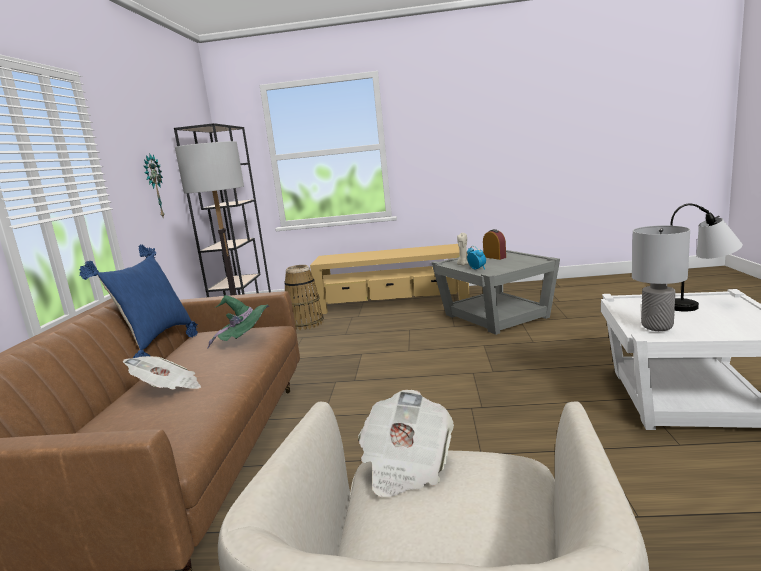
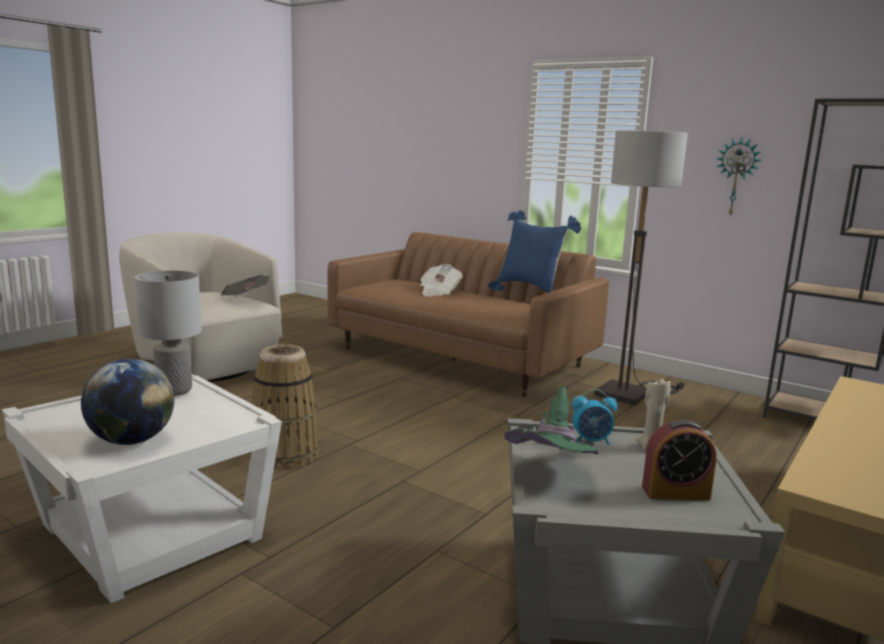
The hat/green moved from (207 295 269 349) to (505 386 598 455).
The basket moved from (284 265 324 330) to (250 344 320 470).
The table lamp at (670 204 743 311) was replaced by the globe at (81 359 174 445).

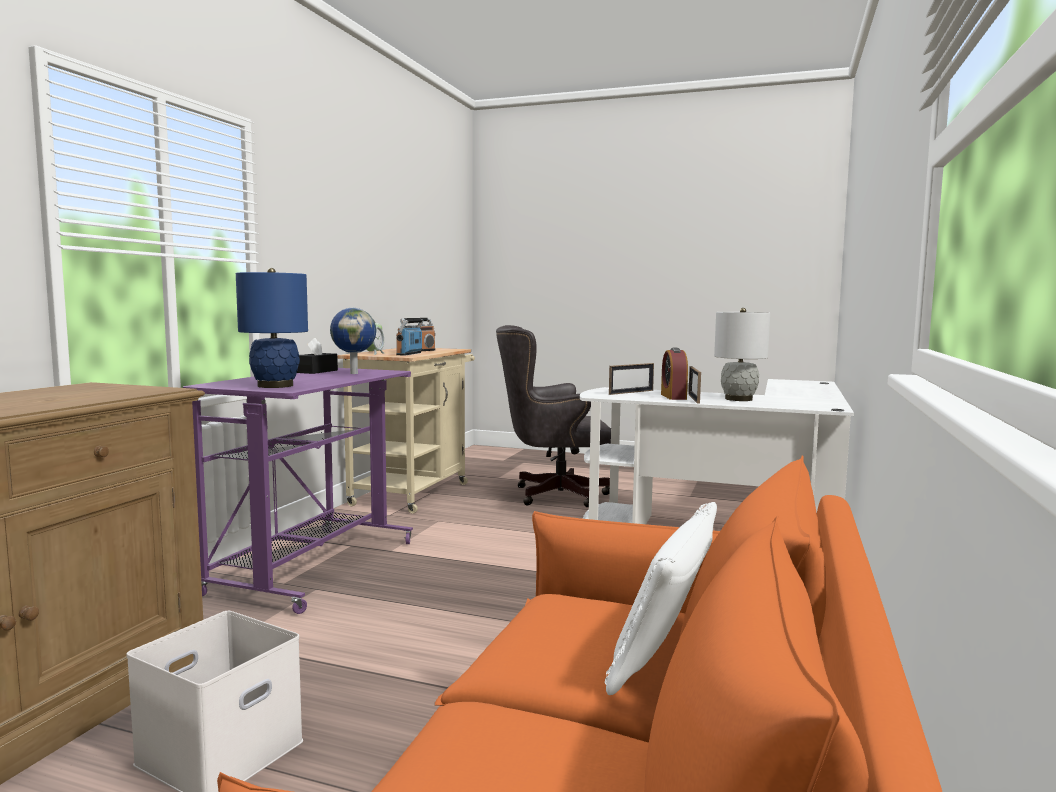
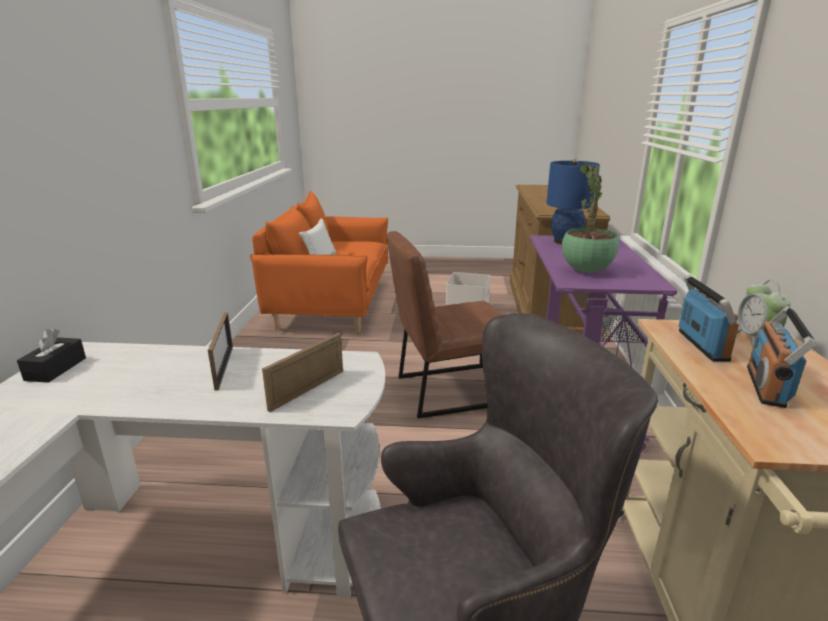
The tissue box/black moved from (297 338 338 374) to (17 328 86 383).
The globe at (330 308 376 374) was replaced by the potted plant at (562 163 619 273).
The alarm clock at (661 348 688 400) disappeared.
The table lamp/white at (714 308 770 401) disappeared.
The chair/brown at (387 231 502 419) appeared.

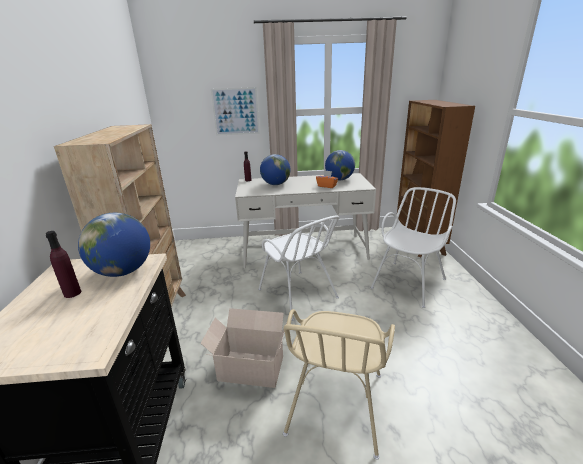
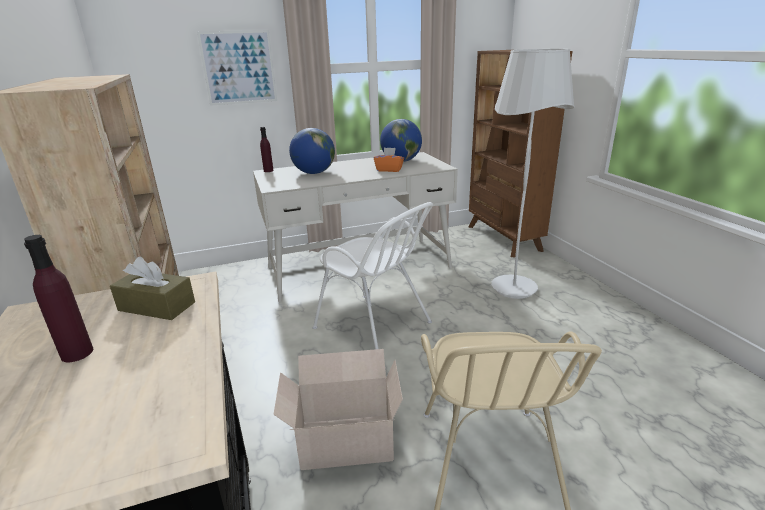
The globe at (78 213 150 277) was replaced by the tissue box/brown at (110 257 195 320).
The chair/white at (371 187 456 308) was replaced by the floor lamp/white at (491 49 575 299).

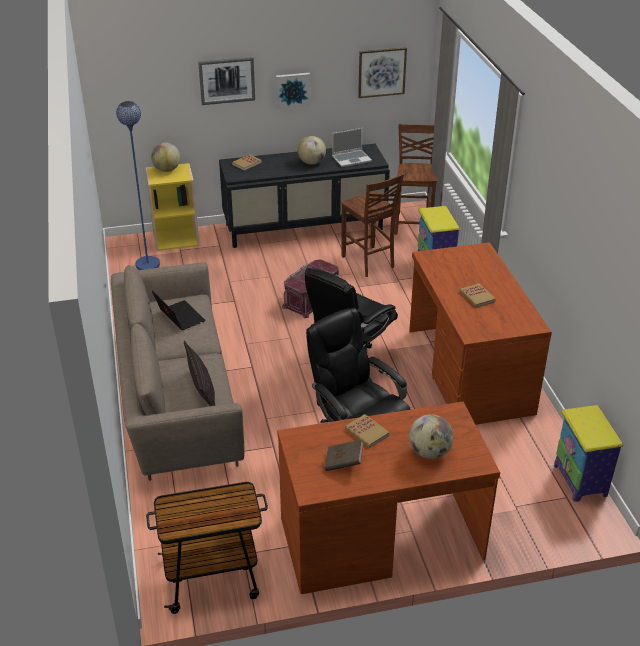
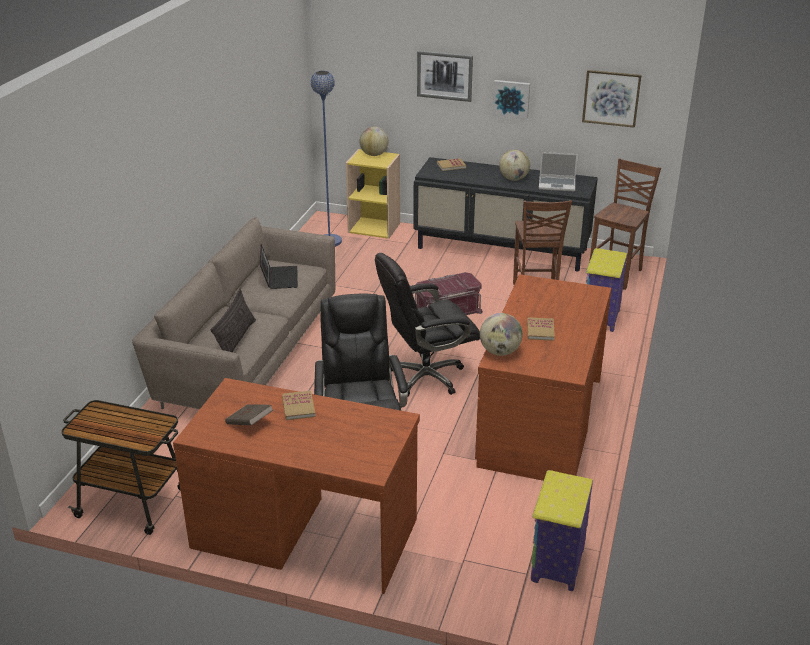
The globe moved from (409 414 454 459) to (480 313 523 356).

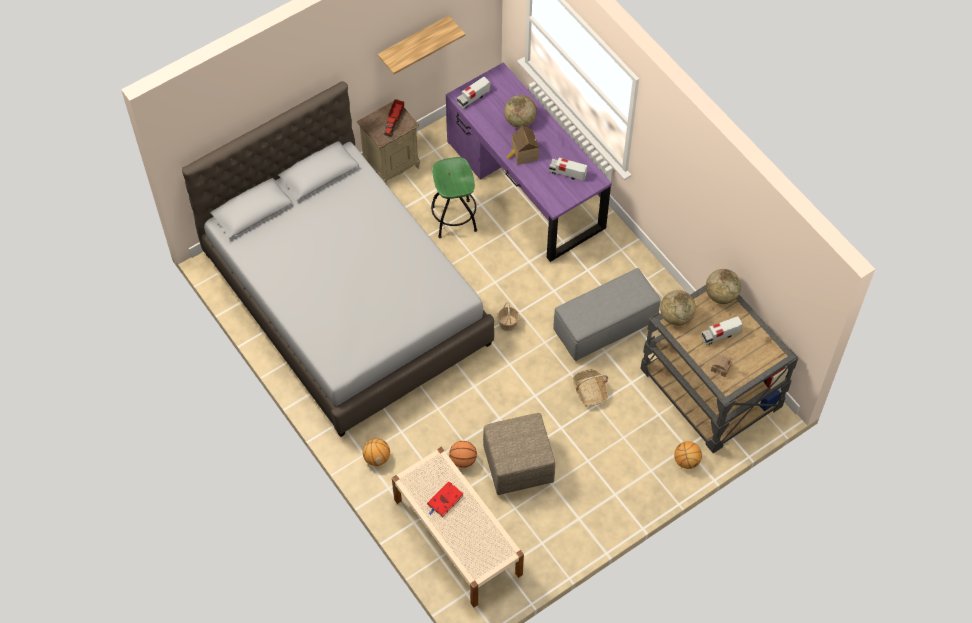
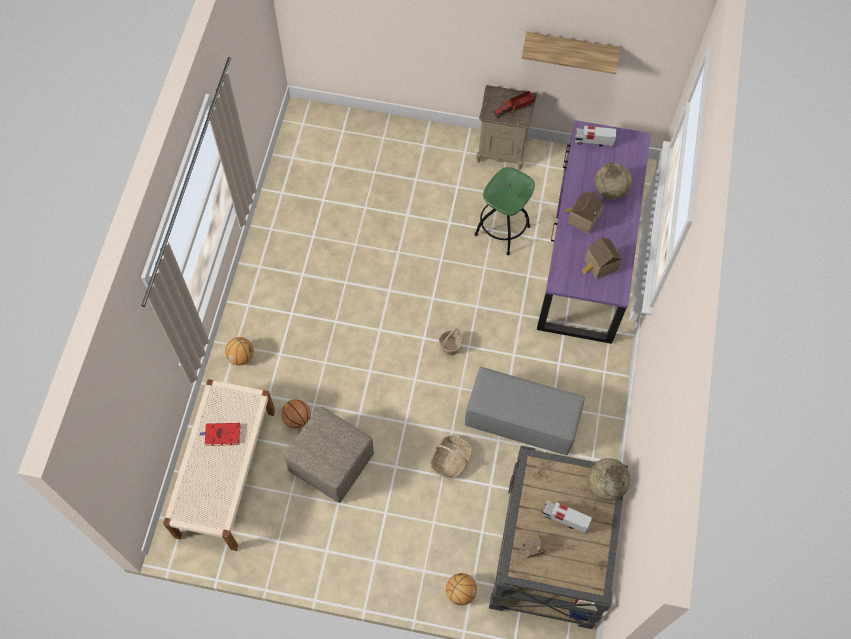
The bed/grey at (182 81 494 437) disappeared.
The toy truck at (549 158 587 182) was replaced by the toy house at (582 237 622 279).
The globe at (660 290 696 326) disappeared.

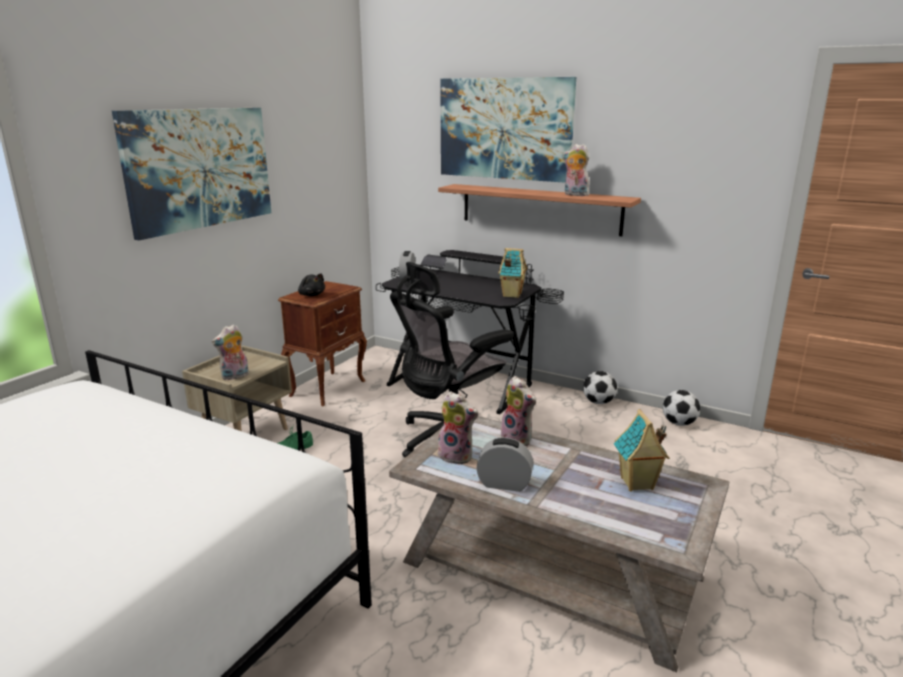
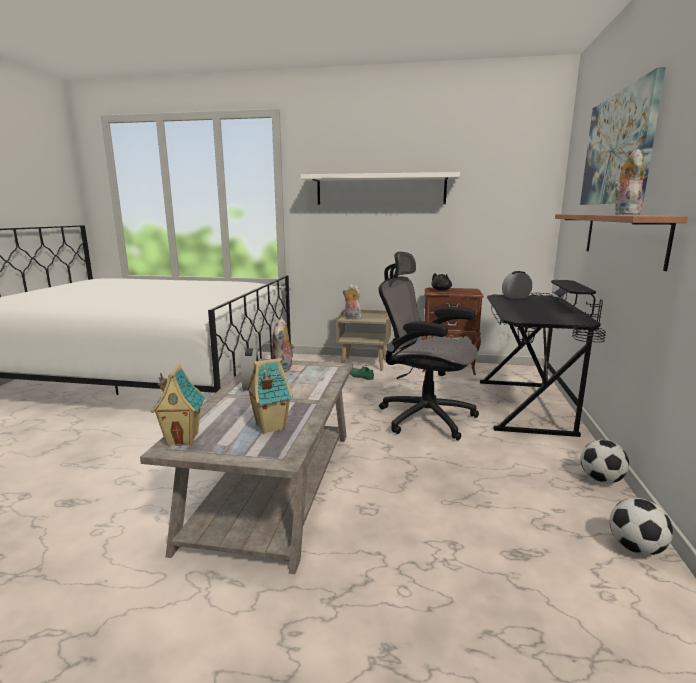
The picture at (112 108 271 240) was replaced by the shelf/white at (301 172 460 204).
The toy house moved from (498 248 527 298) to (151 364 205 446).
The plush toy at (501 376 536 446) disappeared.

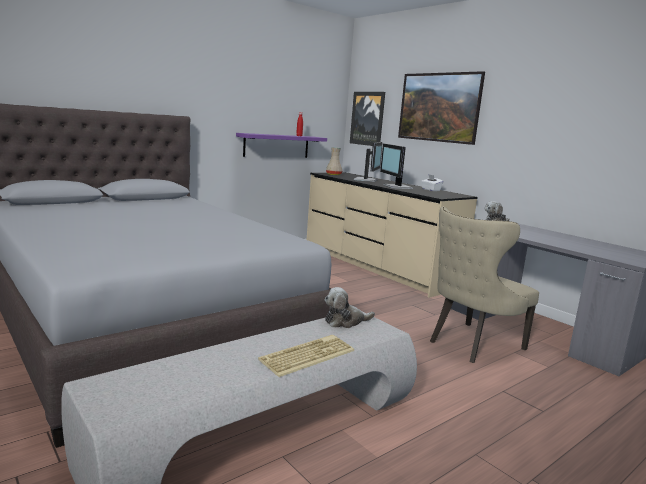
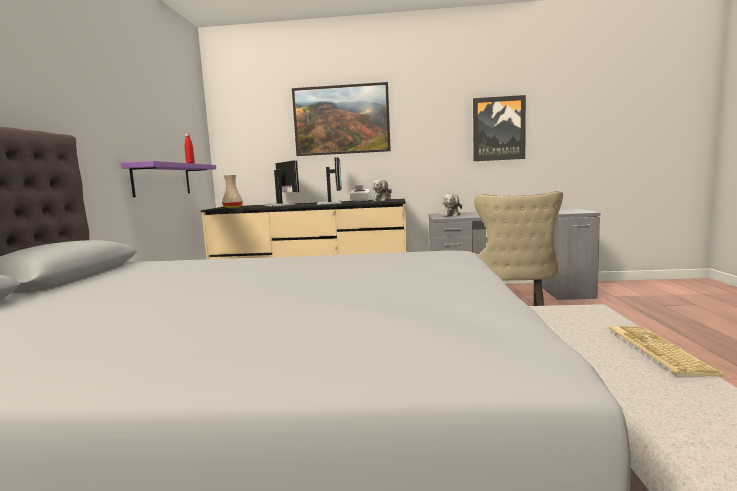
The plush toy moved from (325 287 375 328) to (372 179 392 201).
The picture moved from (350 92 385 146) to (473 95 526 161).
The monitor at (380 144 413 189) turned 120 degrees counterclockwise.

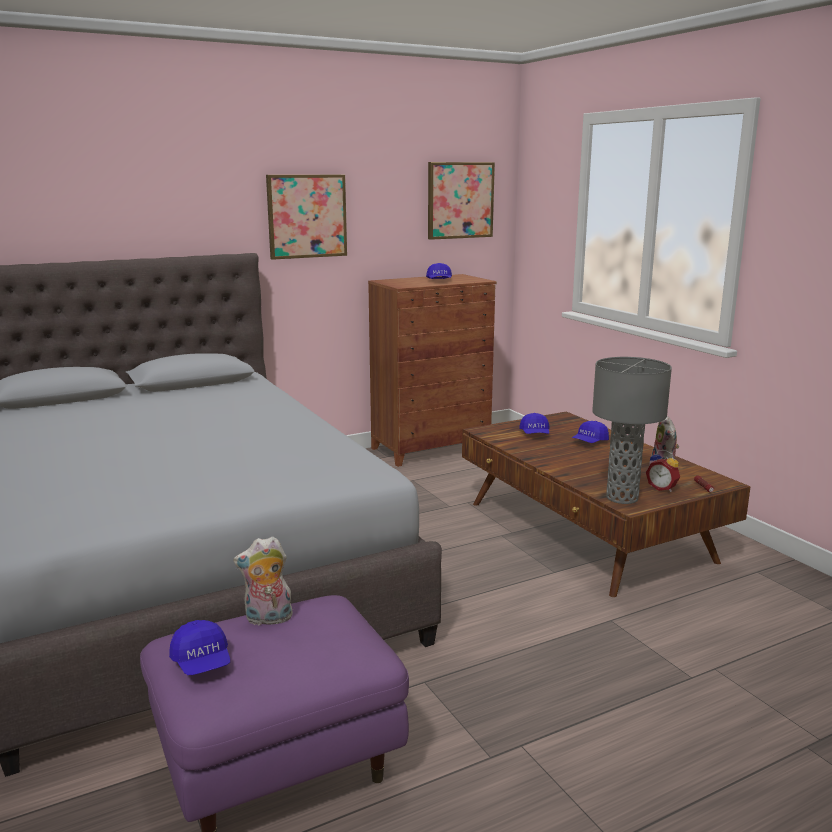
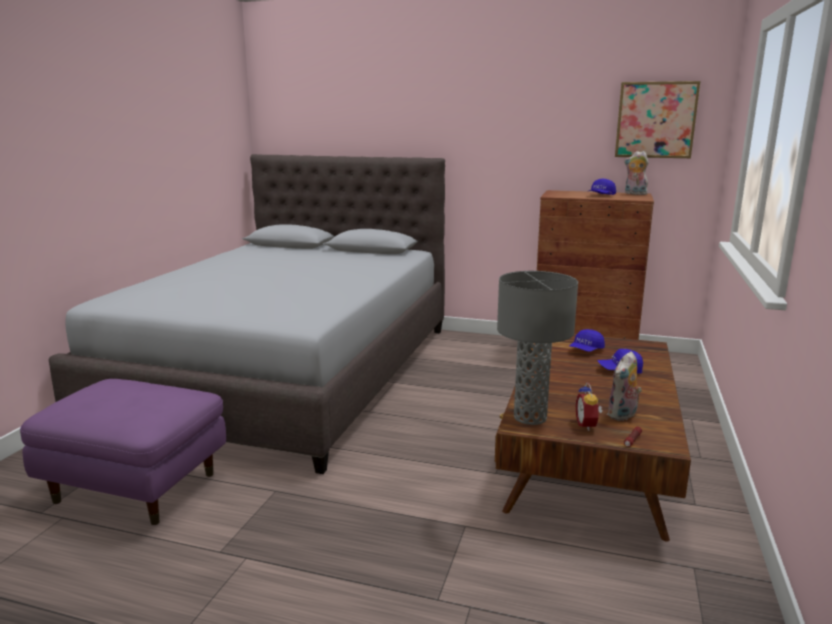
The cap/blue at (169 620 230 675) disappeared.
The plush toy moved from (233 536 293 626) to (624 151 649 195).
The picture at (266 175 347 260) disappeared.

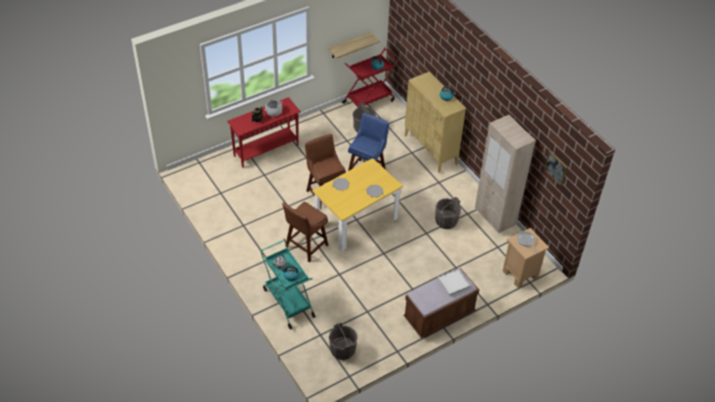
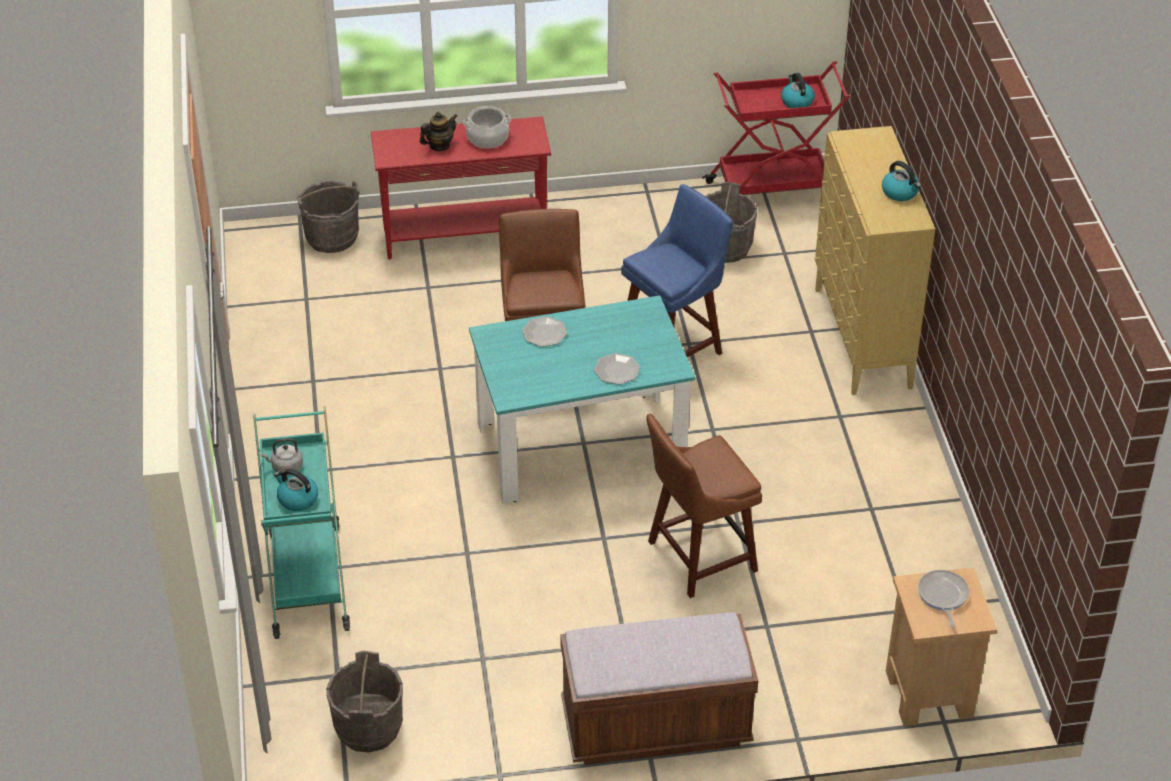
The chair/brown moved from (282 202 328 263) to (646 414 762 598).
The dining table/yellow at (312 158 403 252) became the dining table/turquoise at (469 295 696 503).
The shelf at (328 32 380 59) disappeared.
The bucket/grey moved from (435 197 461 229) to (296 181 360 253).
The tray/white at (437 269 470 296) disappeared.
The cabinet/beige at (475 115 536 233) disappeared.
The picture at (545 151 567 186) disappeared.

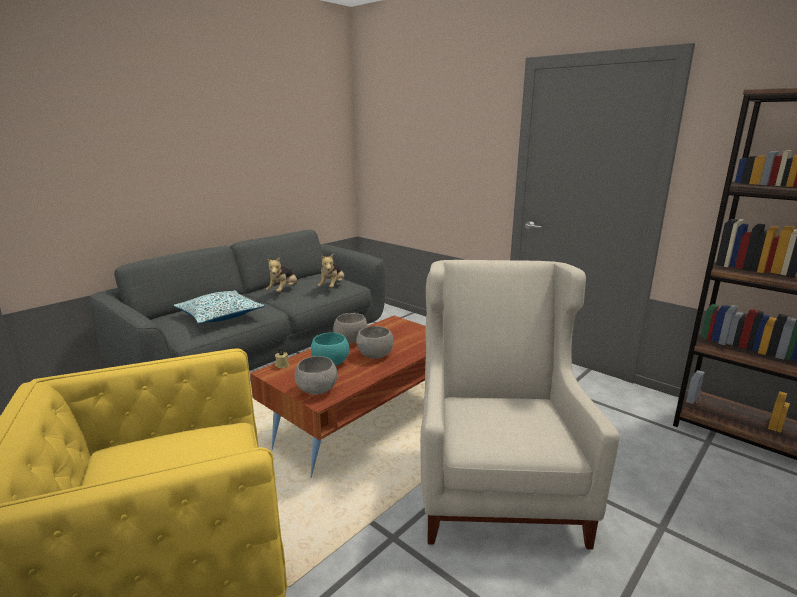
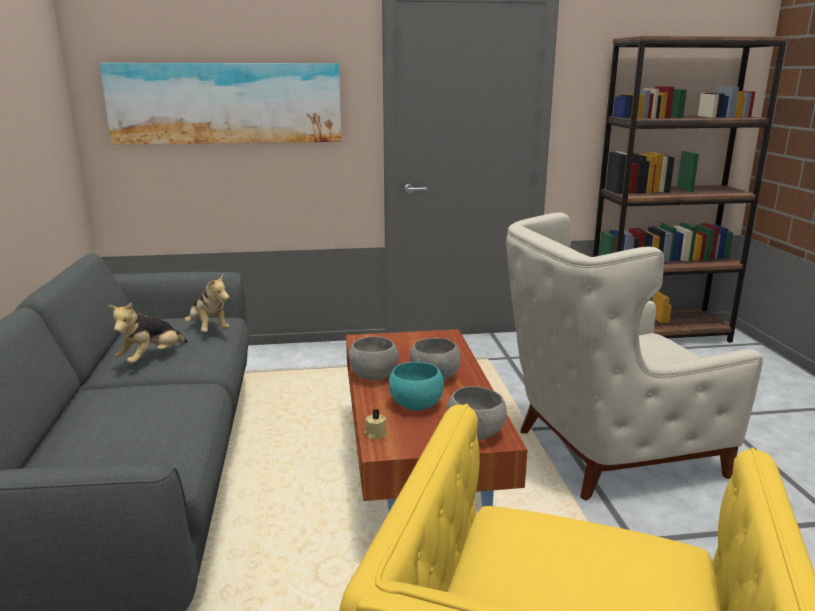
The pillow at (174 290 265 324) disappeared.
The plush toy at (266 257 297 292) turned 60 degrees clockwise.
The armchair/beige at (420 260 619 550) turned 60 degrees counterclockwise.
The picture at (99 63 341 145) appeared.

